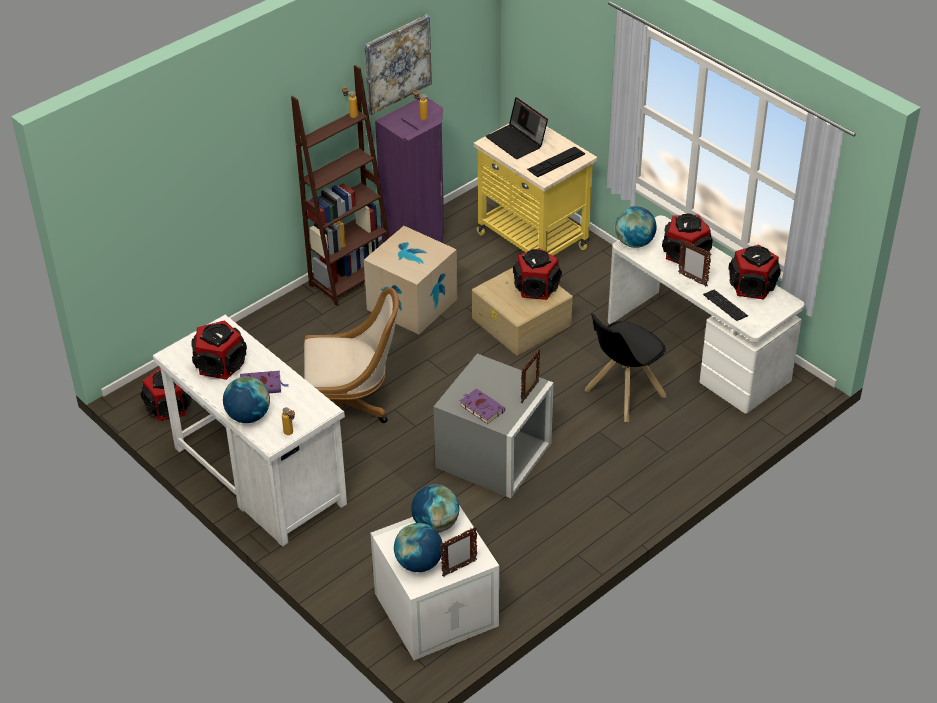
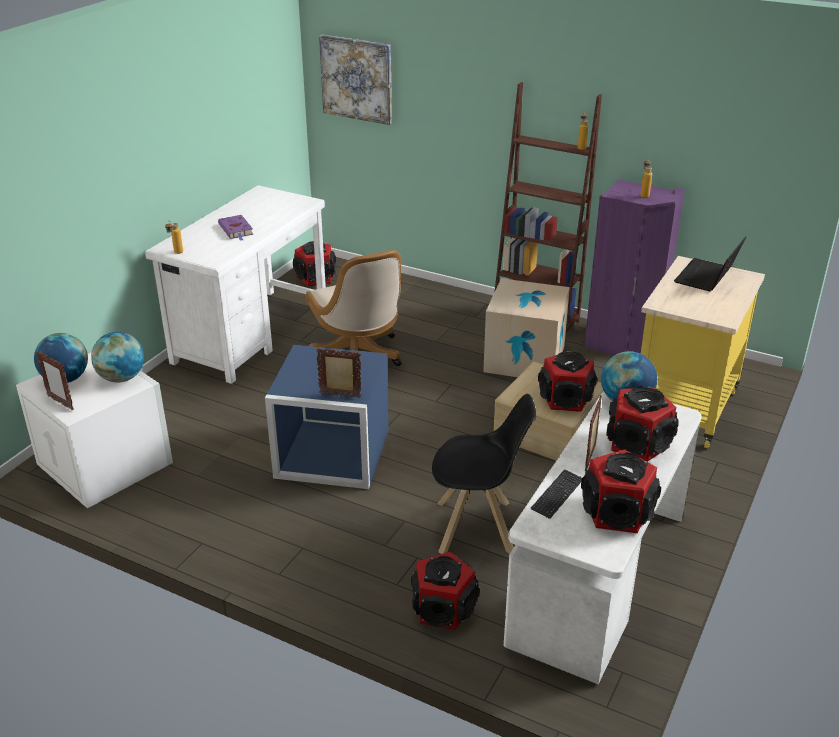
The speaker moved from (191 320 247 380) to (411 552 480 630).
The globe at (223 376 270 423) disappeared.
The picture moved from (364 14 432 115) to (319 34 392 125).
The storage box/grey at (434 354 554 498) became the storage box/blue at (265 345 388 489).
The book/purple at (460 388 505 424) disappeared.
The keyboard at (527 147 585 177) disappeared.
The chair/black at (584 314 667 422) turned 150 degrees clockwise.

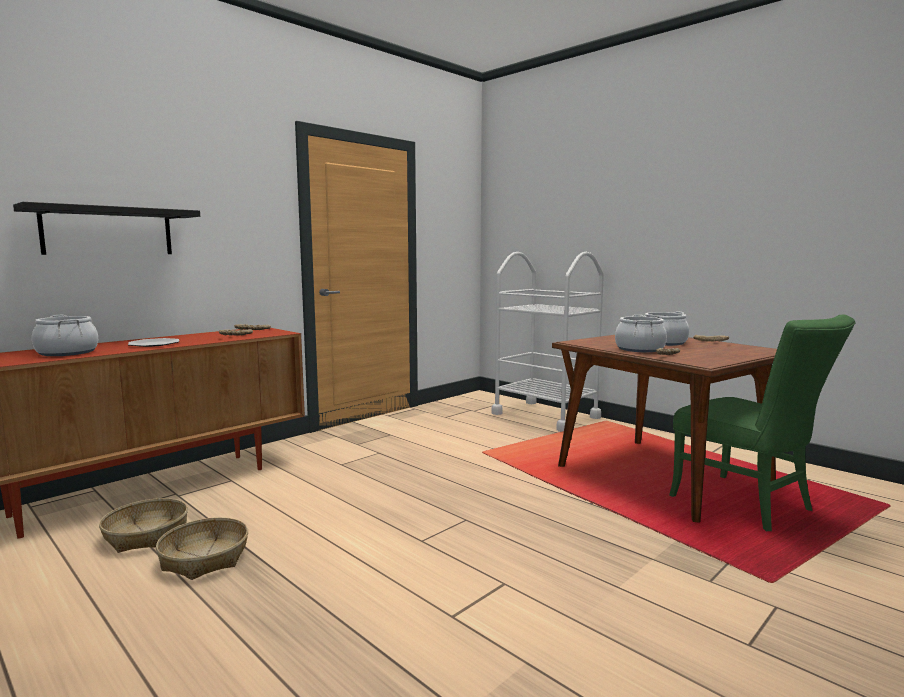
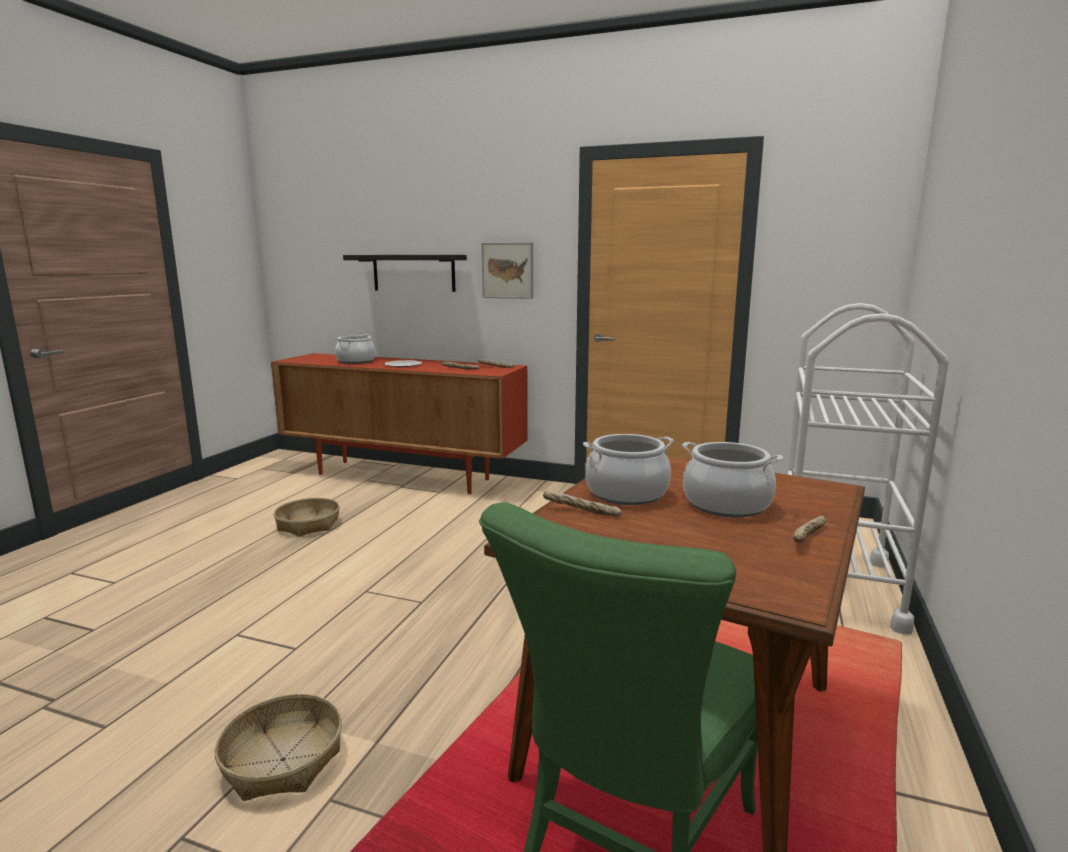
The basket moved from (99 498 188 553) to (215 694 342 801).
The picture at (482 242 533 299) appeared.

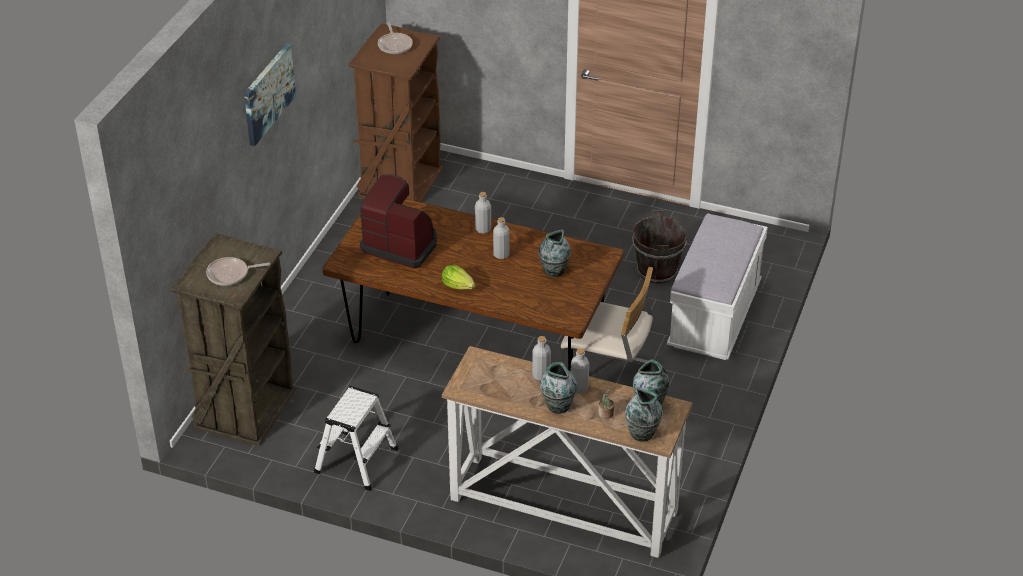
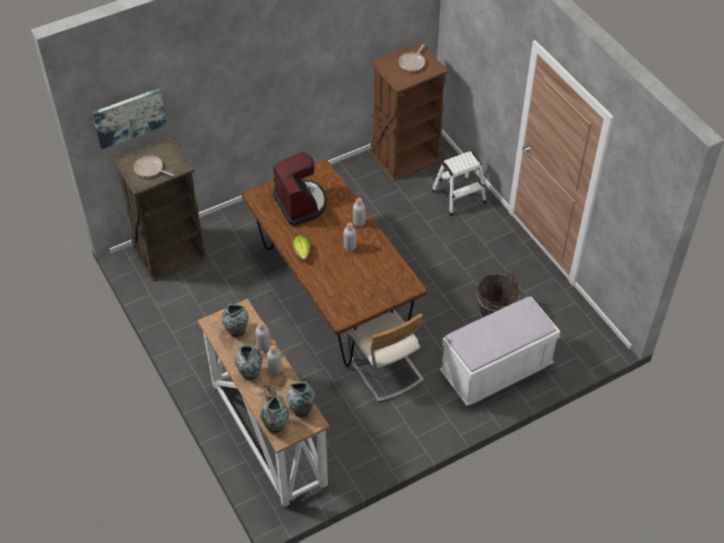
The picture moved from (244 44 296 146) to (92 88 167 149).
The step ladder/white moved from (314 386 398 491) to (431 150 486 217).
The vase moved from (538 229 571 277) to (221 304 249 337).

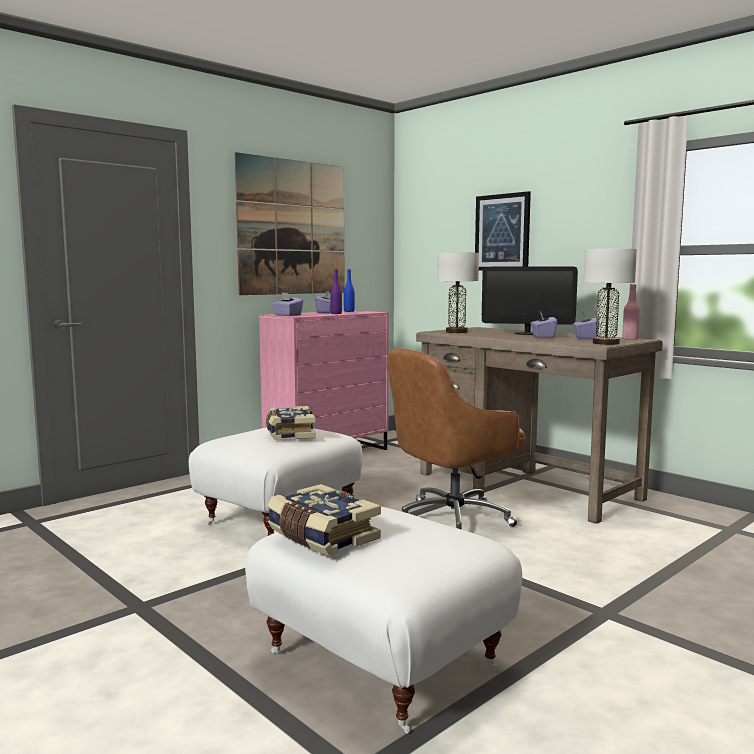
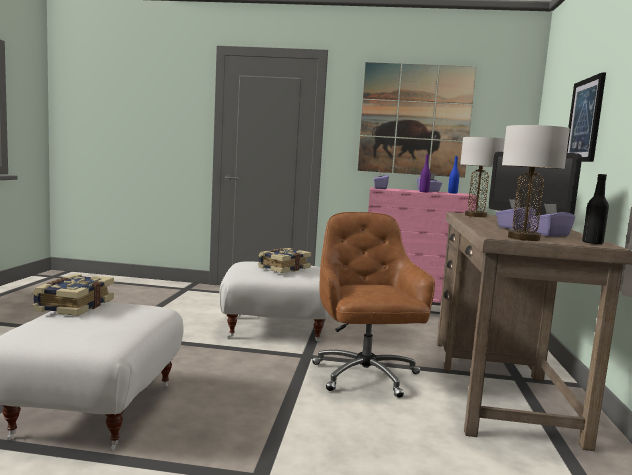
The office chair/brown at (388 348 526 529) turned 60 degrees clockwise.
The bottle/pink at (622 284 640 340) became the bottle/black at (582 174 609 244).

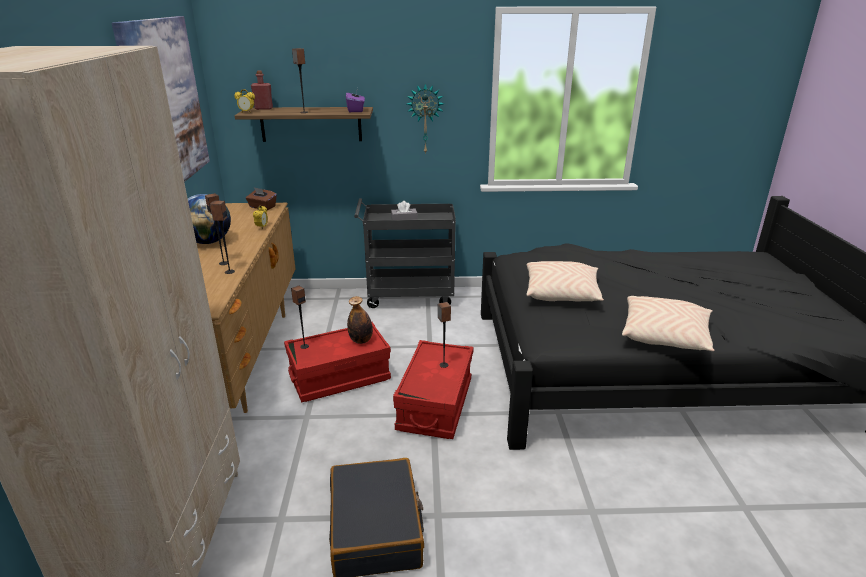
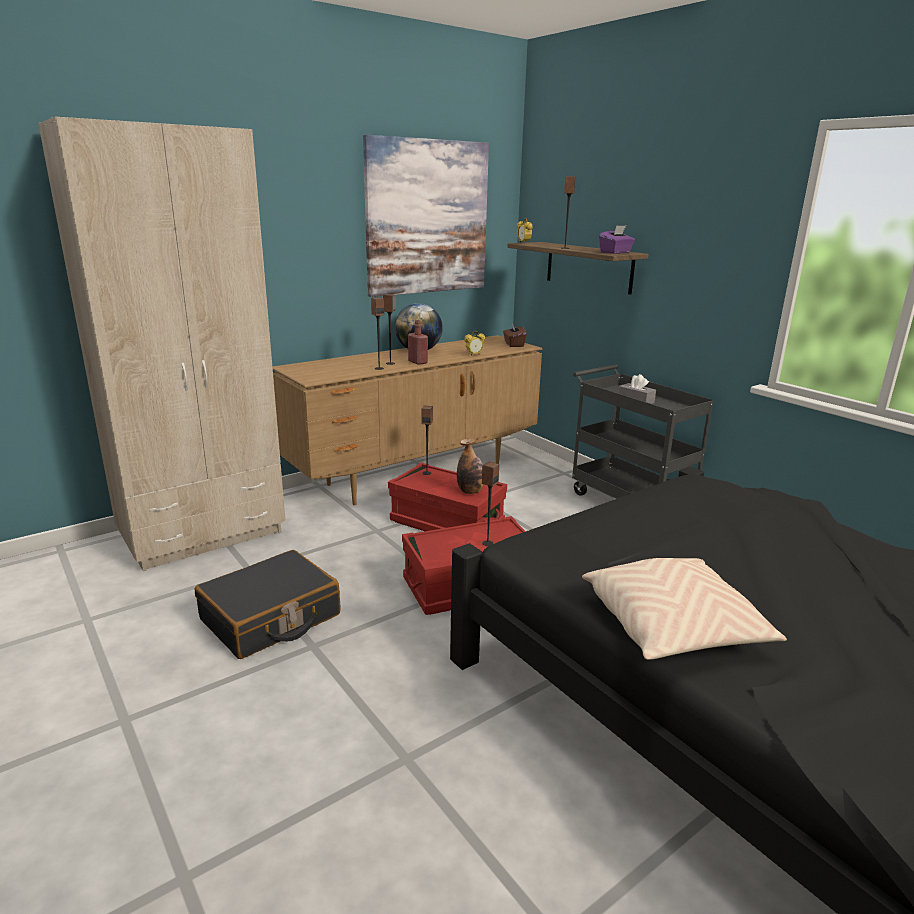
The bottle/red moved from (251 71 273 110) to (408 320 428 365).
The wall clock at (407 83 444 155) disappeared.
The pillow/beige at (526 261 604 302) disappeared.

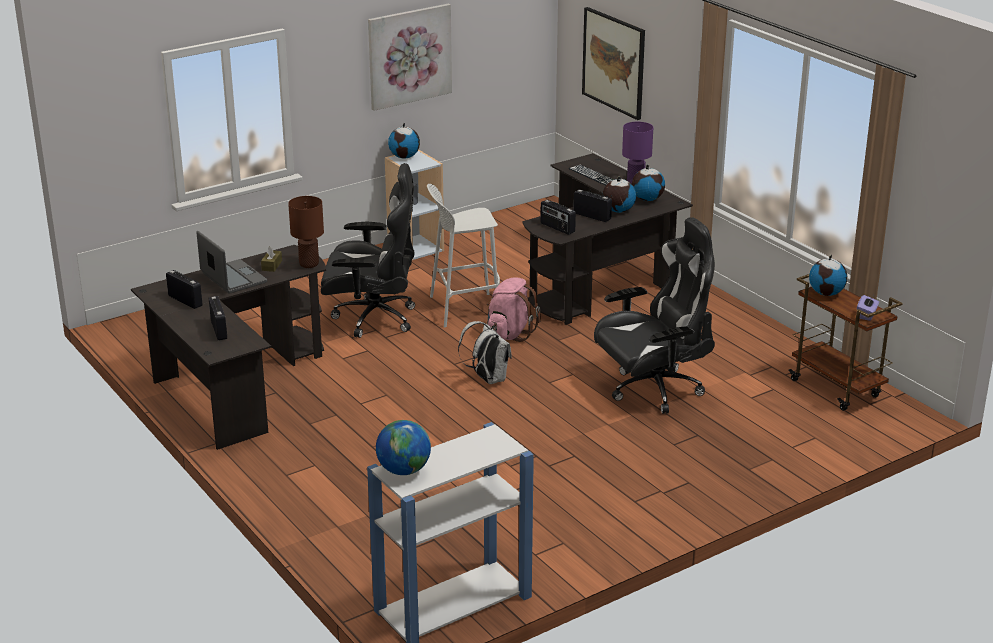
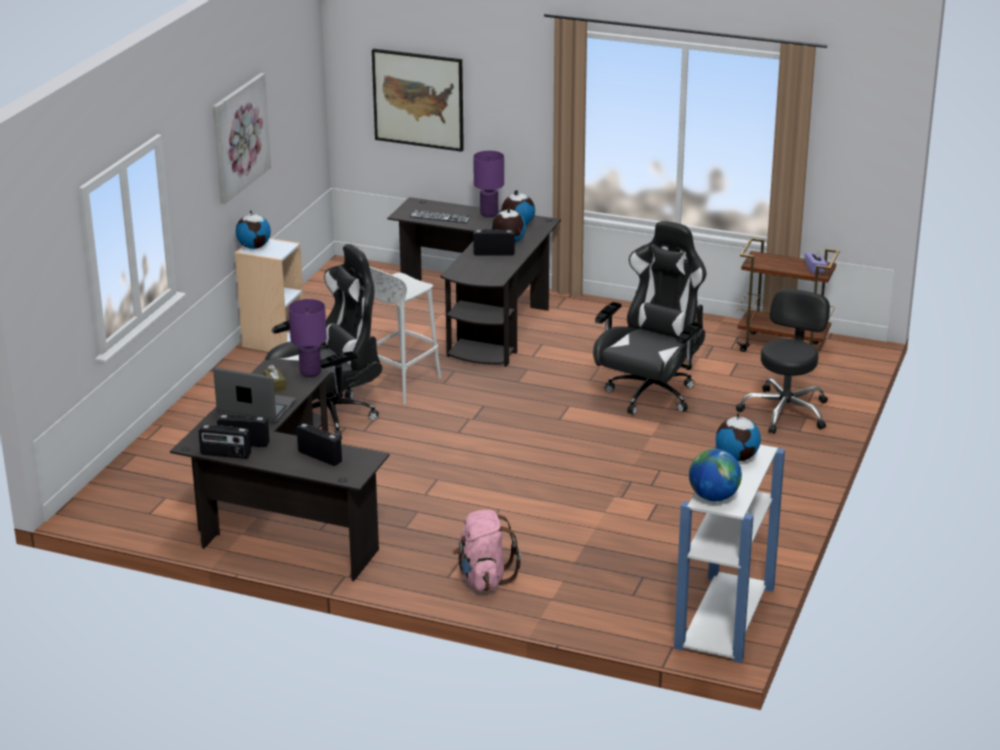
The table lamp/brown at (288 196 324 268) became the table lamp/purple at (289 299 327 377).
The backpack/white at (458 321 512 384) disappeared.
The backpack/pink moved from (487 277 541 342) to (452 509 521 591).
The radio moved from (540 200 576 235) to (198 425 251 459).
The globe moved from (809 255 847 296) to (716 413 761 461).
The office chair/black at (736 289 830 434) appeared.

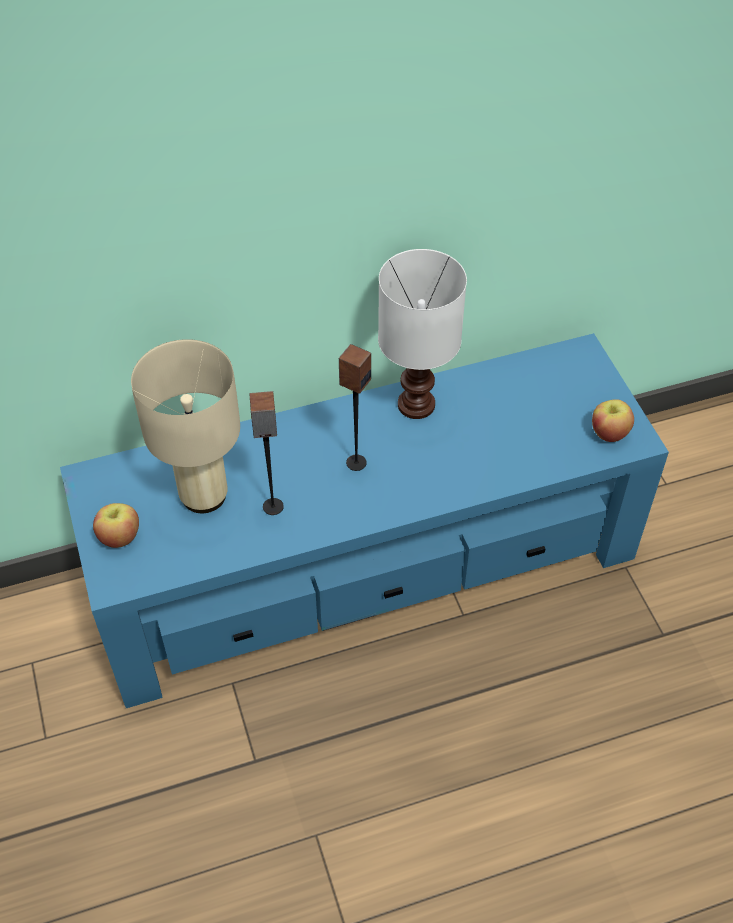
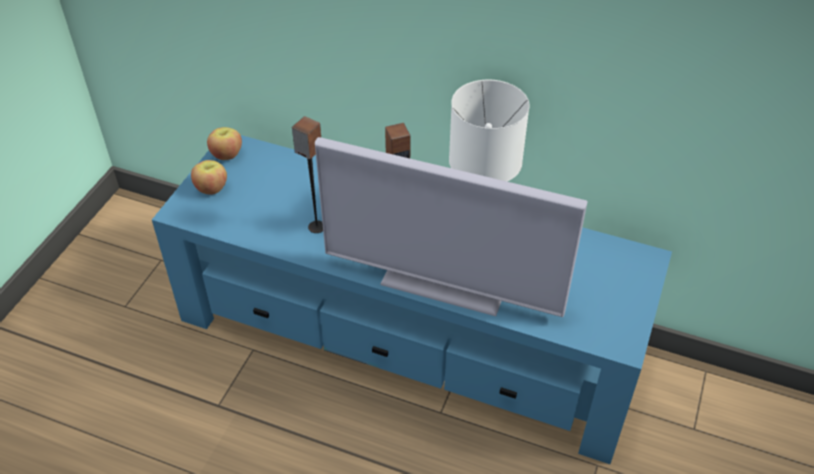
The table lamp/beige at (131 339 240 513) disappeared.
The apple moved from (592 399 634 442) to (207 127 242 160).
The television at (315 137 588 317) appeared.

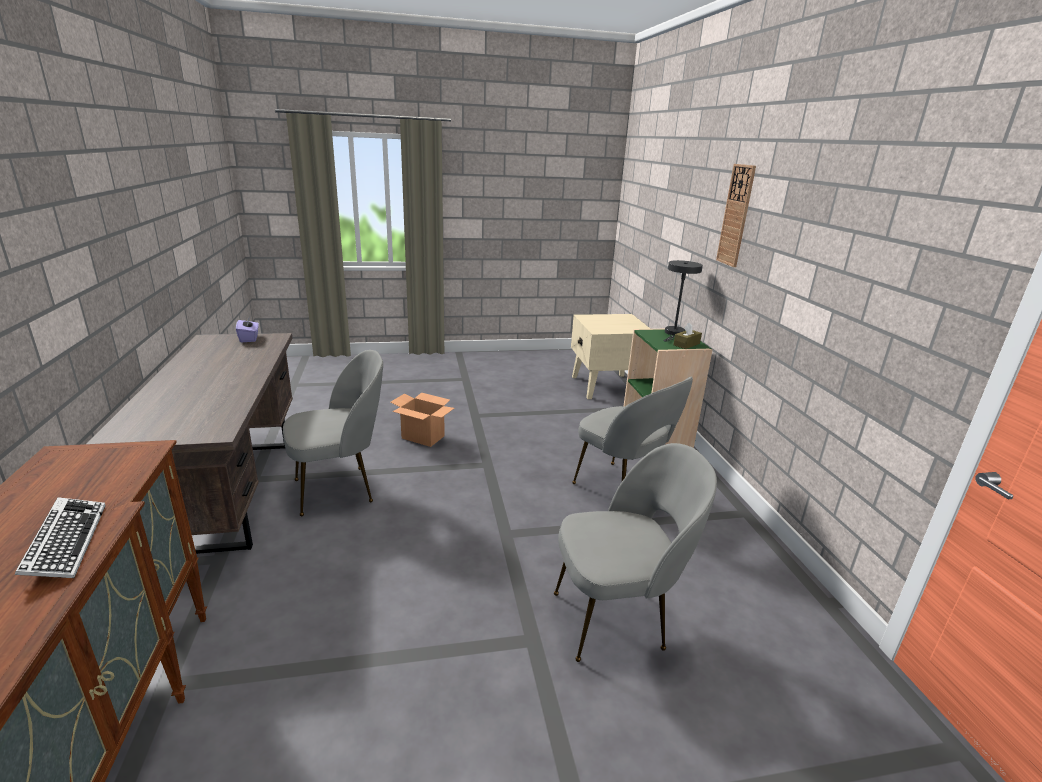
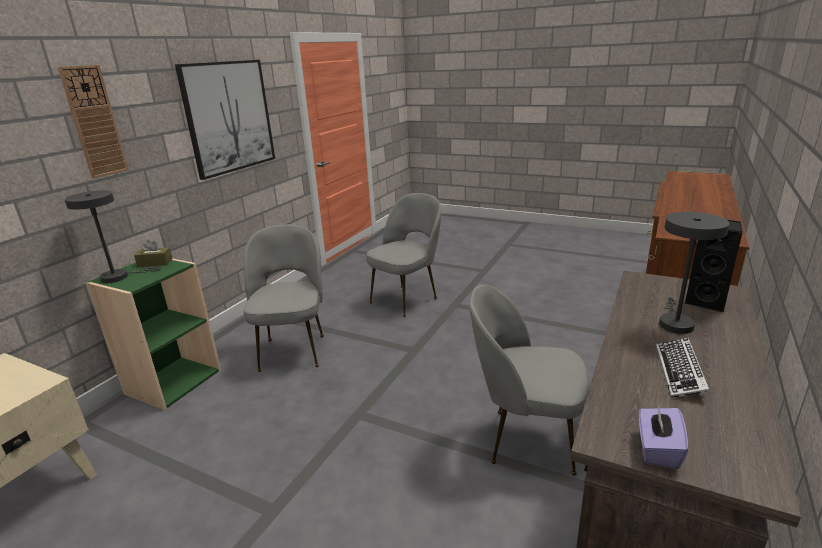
The keyboard moved from (15 497 106 578) to (656 338 710 398).
The cardboard box at (390 392 454 447) disappeared.
The chair/grey at (554 443 717 662) turned 105 degrees clockwise.
The picture at (175 60 275 180) appeared.
The table lamp/grey at (659 212 729 334) appeared.
The speaker/black at (685 220 743 313) appeared.

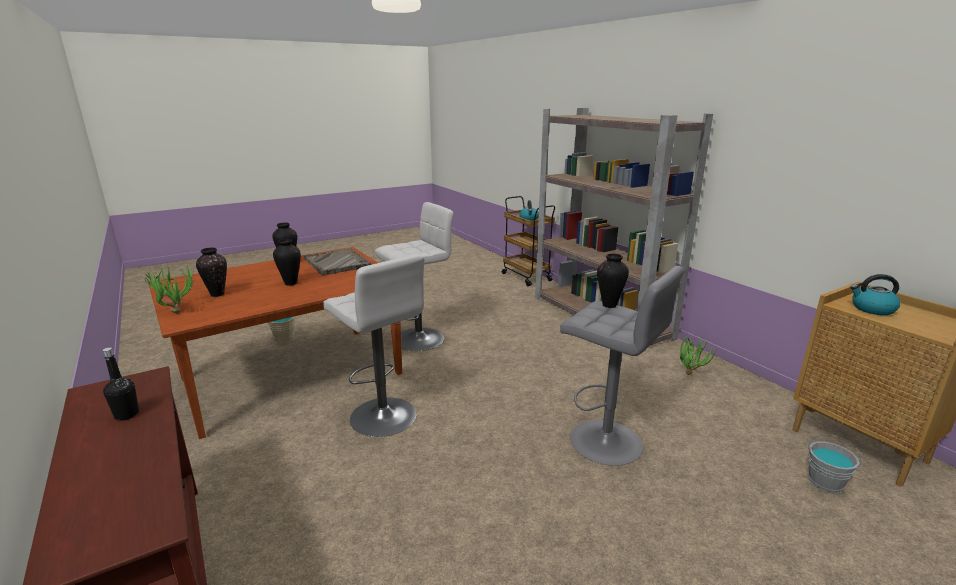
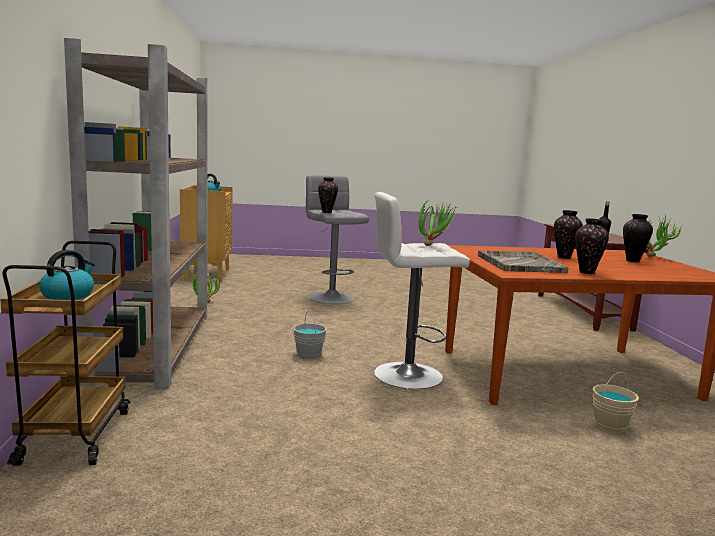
The stool/white at (323 254 424 437) disappeared.
The bucket/grey moved from (808 434 862 493) to (293 311 327 359).
The potted plant at (418 200 458 246) appeared.

